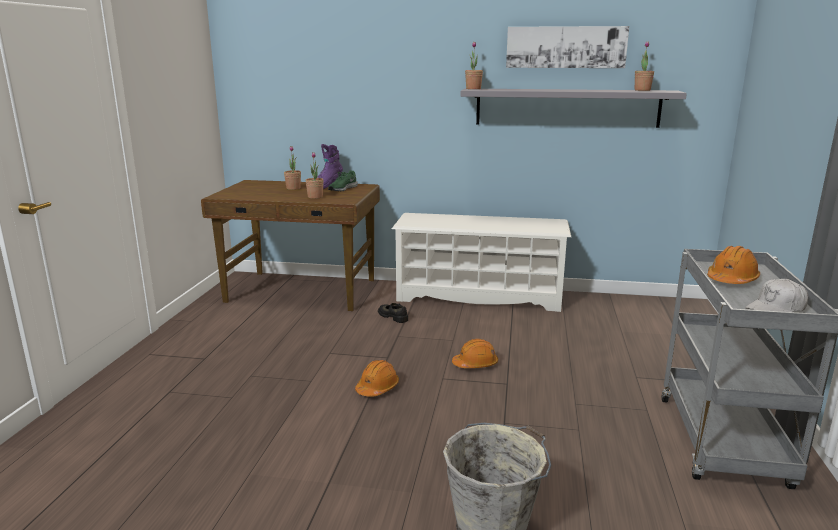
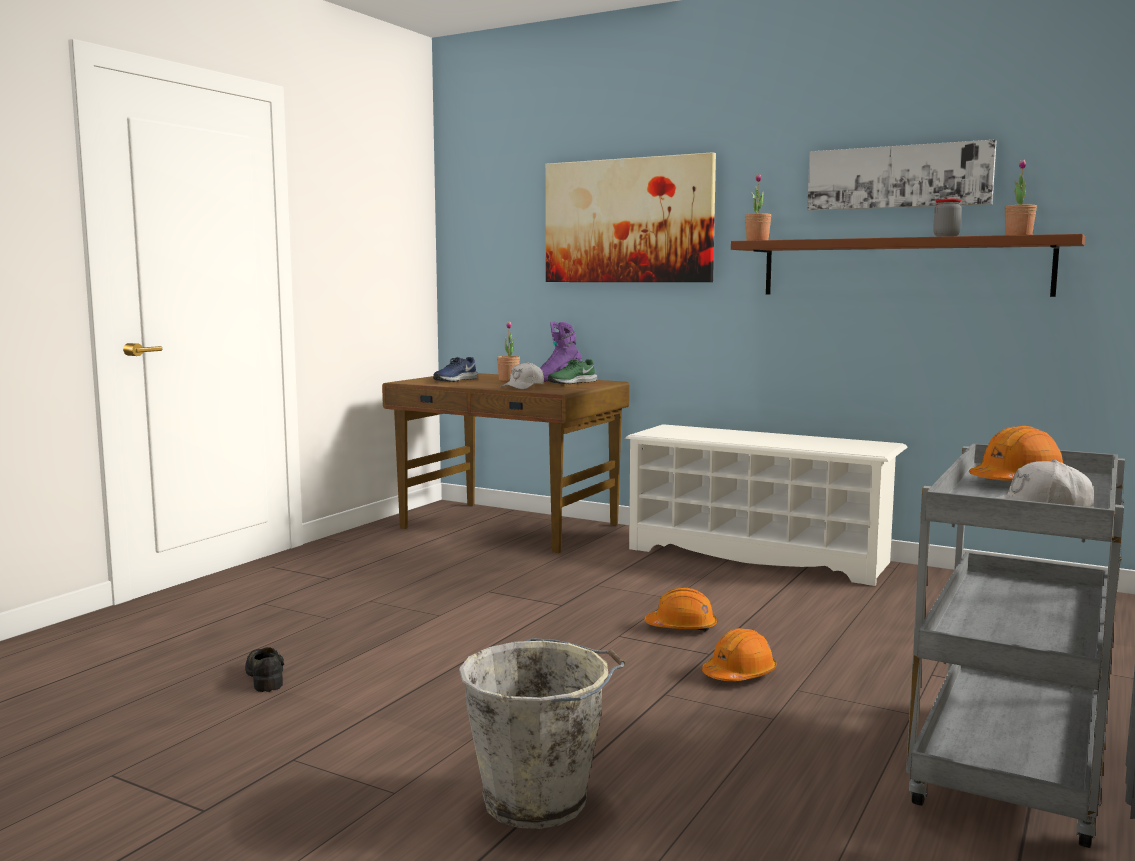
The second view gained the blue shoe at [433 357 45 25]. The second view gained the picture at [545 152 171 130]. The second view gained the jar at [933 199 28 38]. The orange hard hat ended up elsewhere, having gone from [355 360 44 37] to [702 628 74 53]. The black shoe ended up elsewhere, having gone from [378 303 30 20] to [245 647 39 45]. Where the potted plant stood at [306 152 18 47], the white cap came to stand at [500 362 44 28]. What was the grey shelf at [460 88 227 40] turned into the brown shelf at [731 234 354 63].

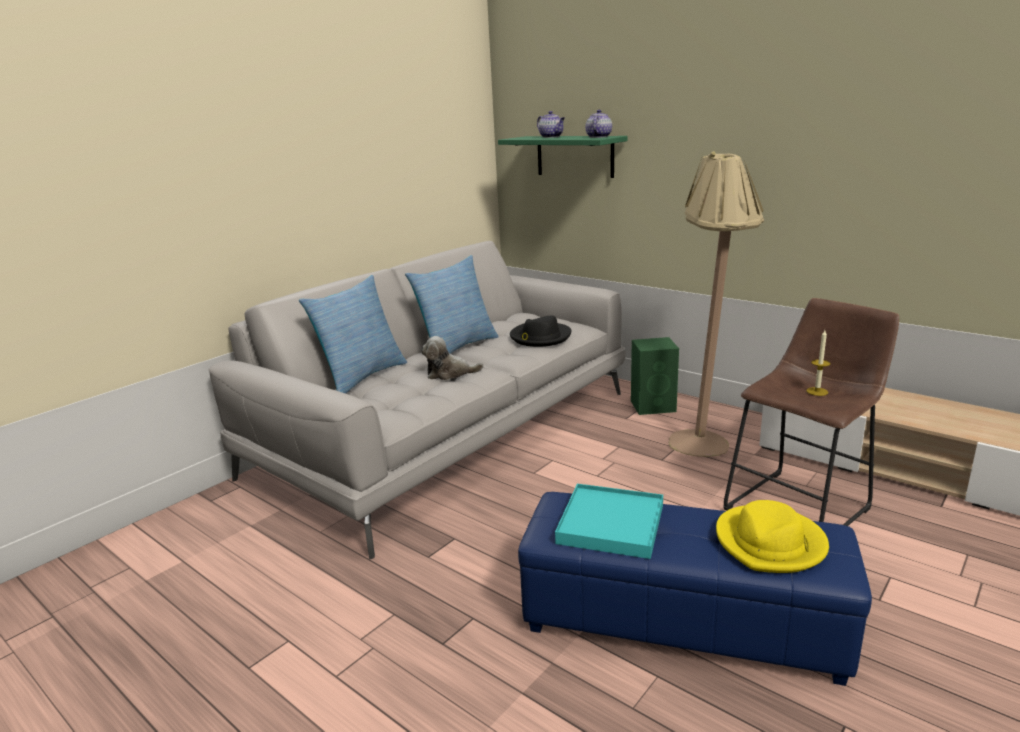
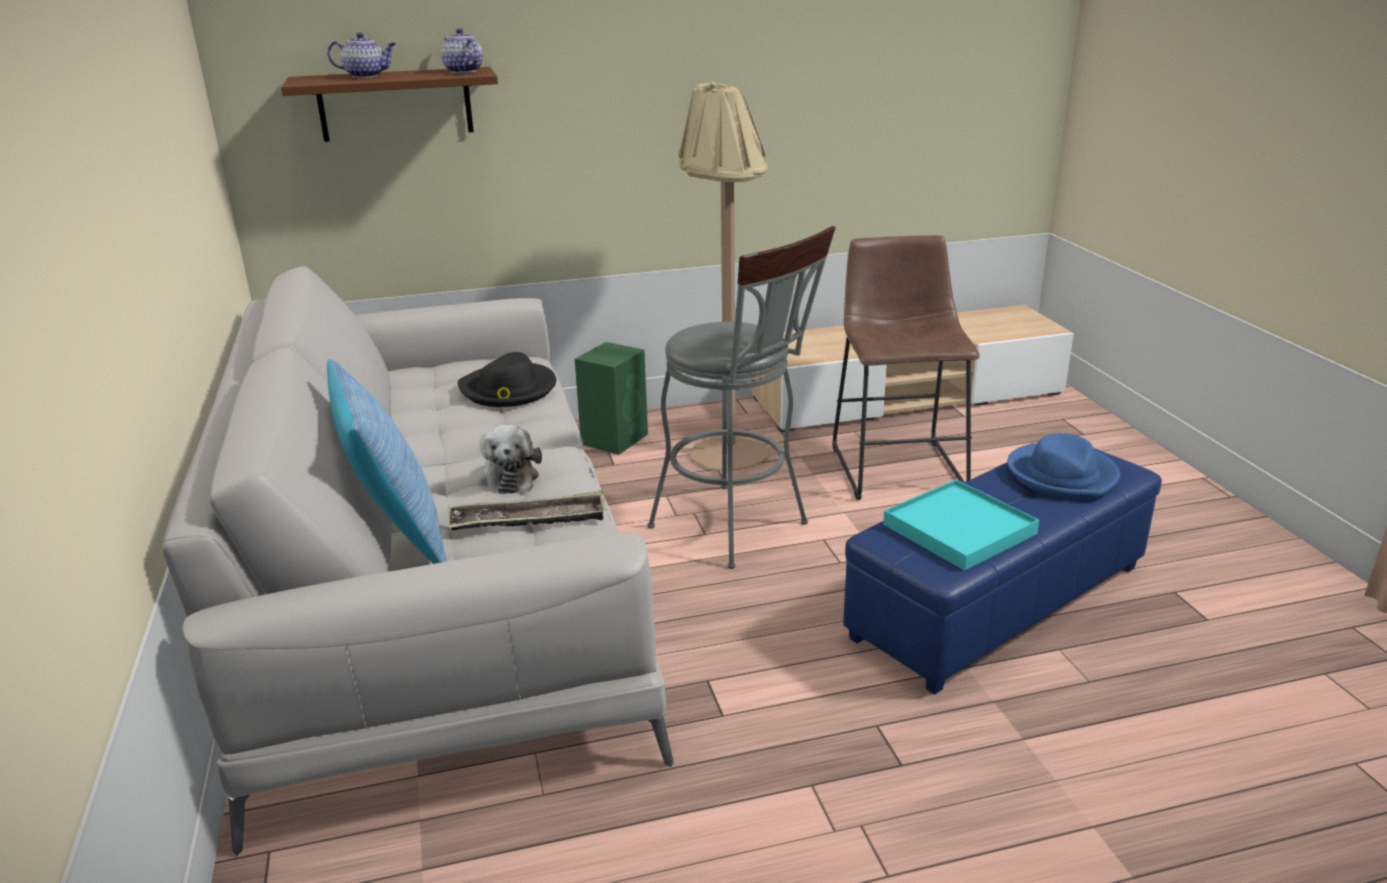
The second view lost the pillow at [405 255 94 99]. The second view lost the candle at [806 330 24 66]. The second view gained the tray at [448 491 159 39]. The second view gained the grey stool at [647 226 188 343]. What was the green shelf at [498 136 129 42] turned into the brown shelf at [281 67 217 75]. What was the yellow hat at [716 500 113 73] turned into the blue hat at [1007 433 113 66]. The plush toy at [421 336 62 44] ended up facing another way, 45 degrees counterclockwise from before.

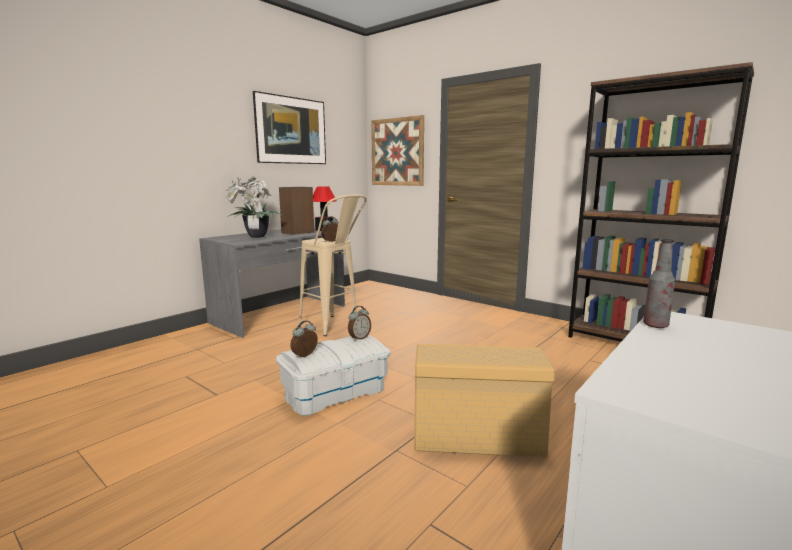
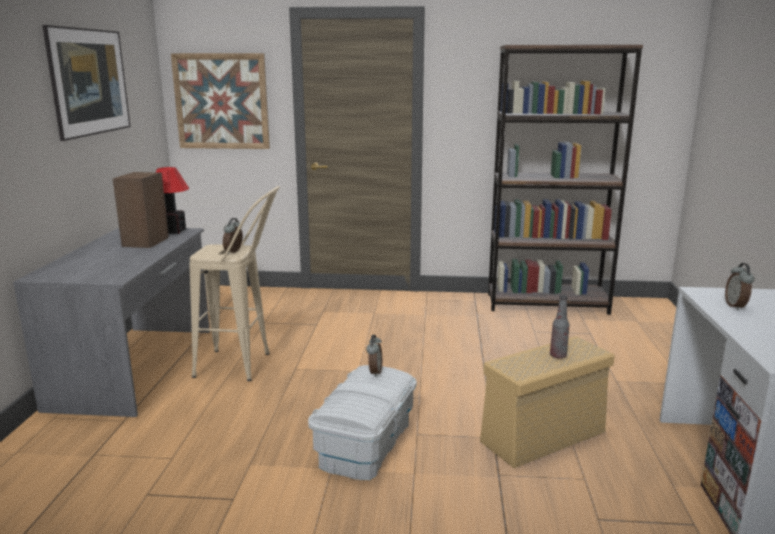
The second view lost the potted plant at [225 176 57 62]. The alarm clock ended up elsewhere, having gone from [290 320 28 38] to [725 263 29 47]. The bottle ended up elsewhere, having gone from [643 239 32 89] to [550 295 20 64].

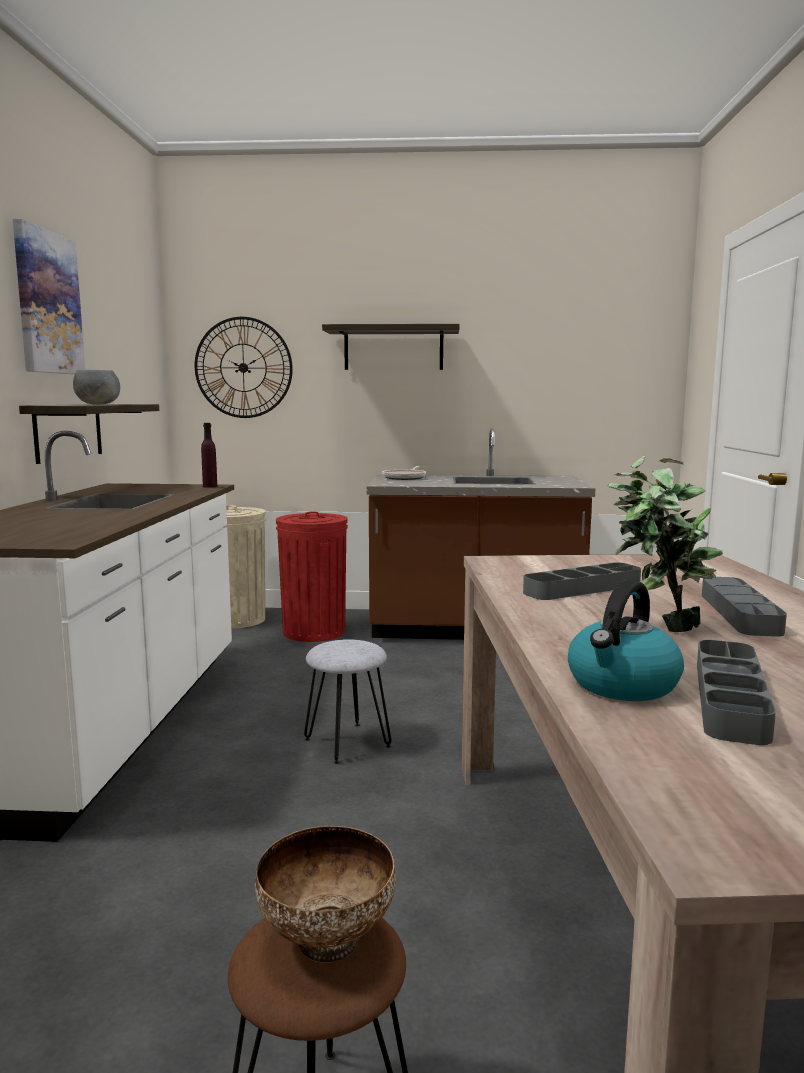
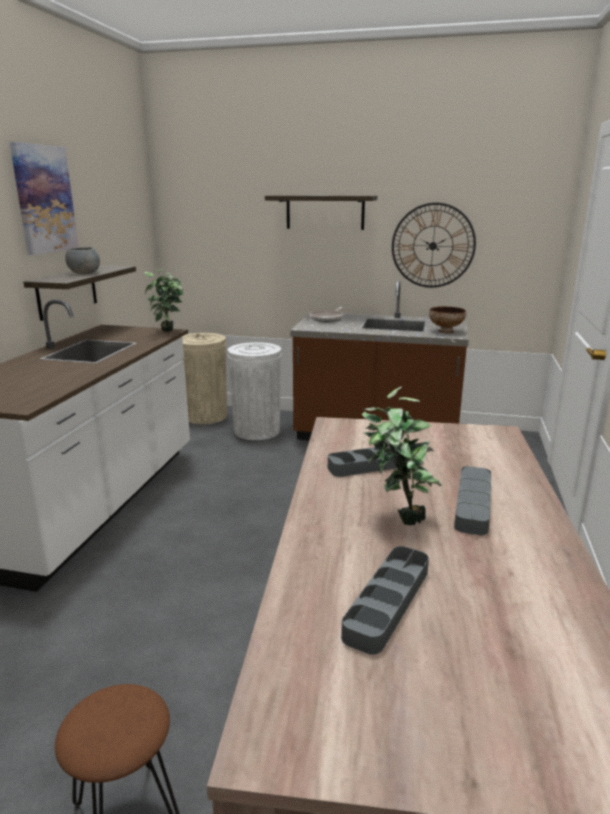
The second view lost the grey stool at [304 639 88 125]. The second view lost the kettle at [568 580 116 121]. The wall clock ended up elsewhere, having gone from [195 317 98 101] to [392 203 84 85]. The bowl ended up elsewhere, having gone from [255 826 141 137] to [429 306 37 27]. Where the purple bottle stood at [201 423 16 65], the potted plant came to stand at [143 270 41 62]. What was the red trash can at [276 511 72 131] turned into the white trash can at [228 342 53 98].

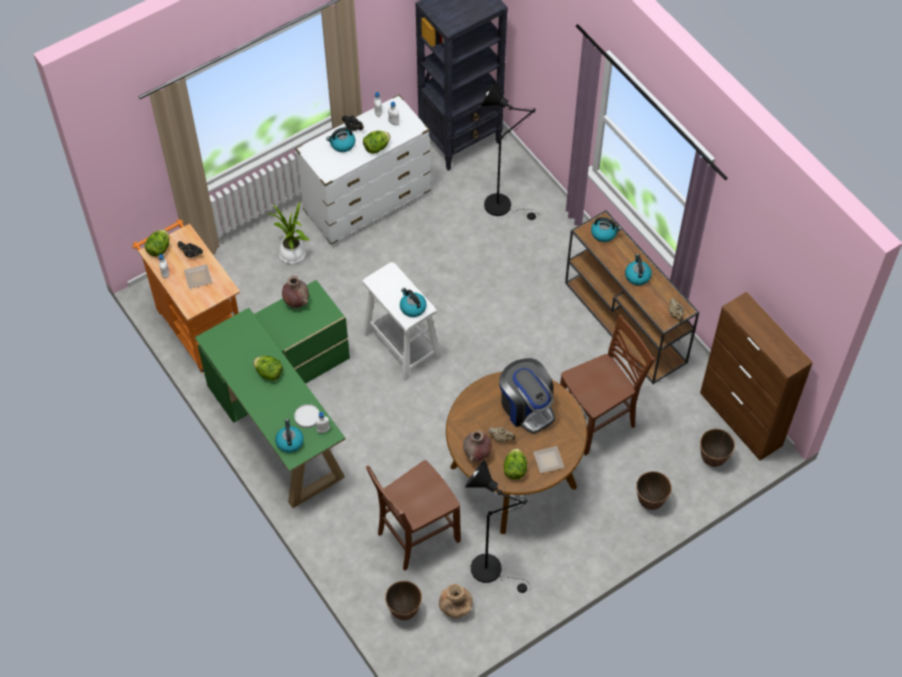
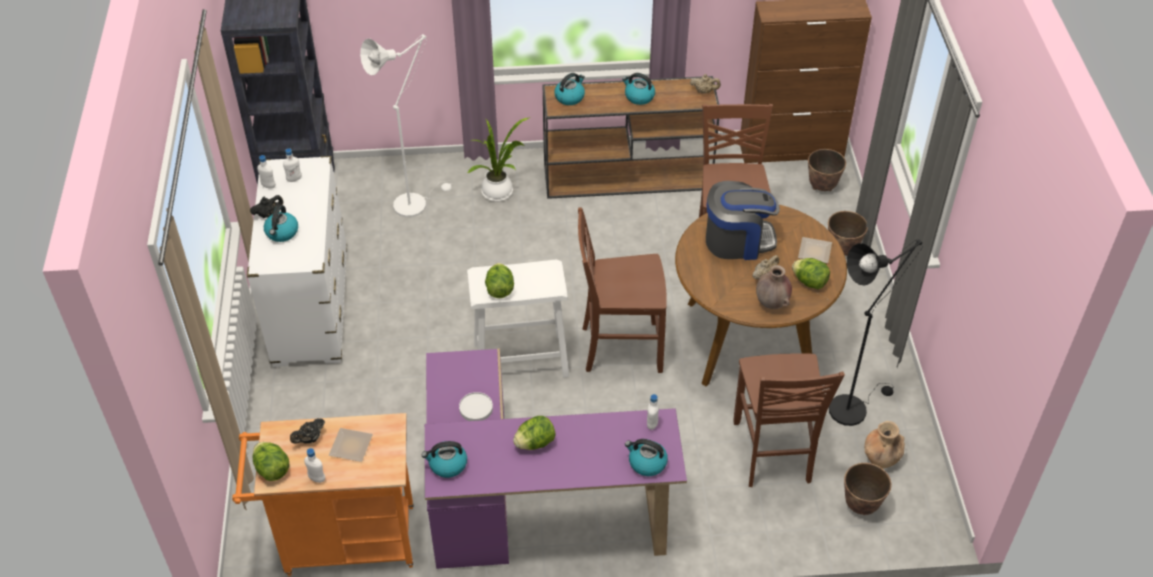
The second view lost the brown vase at [282 276 27 32]. The second view gained the brown chair at [578 208 89 165]. The potted plant ended up elsewhere, having gone from [268 202 42 62] to [467 118 62 84]. The white plate ended up elsewhere, having gone from [294 404 25 24] to [459 392 34 29]. The lettuce ended up elsewhere, having gone from [363 131 27 23] to [485 263 29 35]. The kettle ended up elsewhere, having gone from [400 288 27 29] to [422 441 45 37]. What was the green desk at [195 280 155 228] turned into the purple desk at [425 348 262 221]. What was the black floor lamp at [481 81 58 139] turned into the white floor lamp at [360 34 92 183].

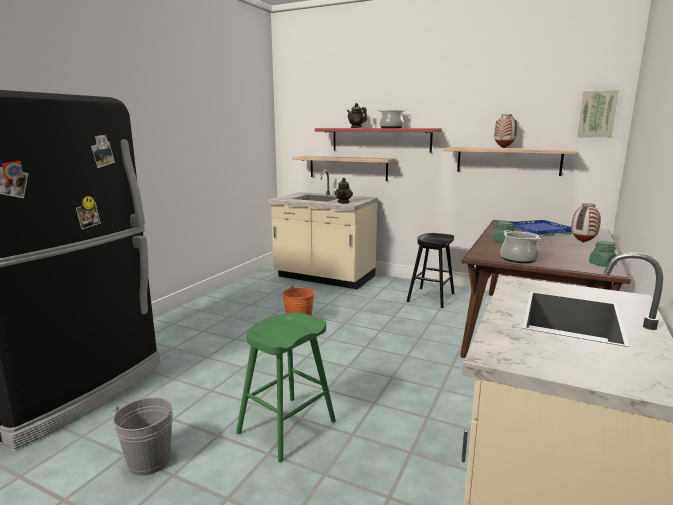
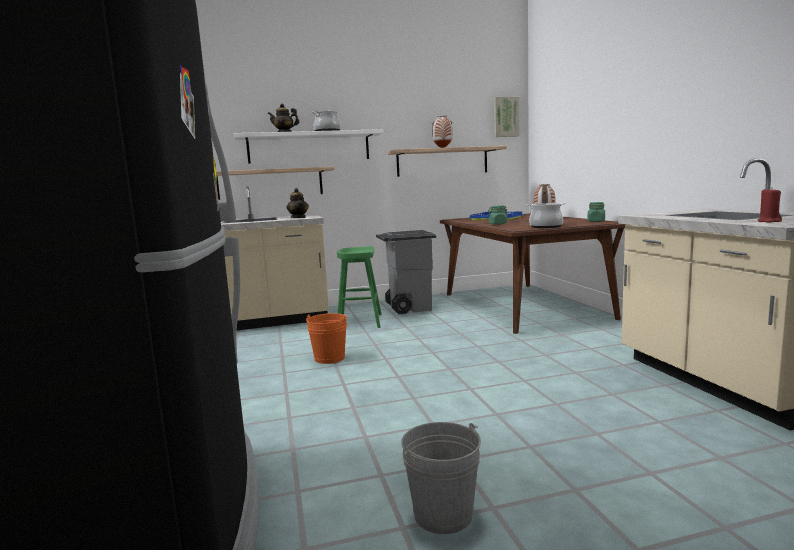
The second view gained the red candle at [757 187 25 36]. The green stool ended up elsewhere, having gone from [236 312 100 150] to [337 246 44 82]. Where the black stool stood at [407 233 47 75], the grey trash can came to stand at [376 230 60 84]. What was the red shelf at [315 128 127 25] turned into the white shelf at [233 129 151 35].

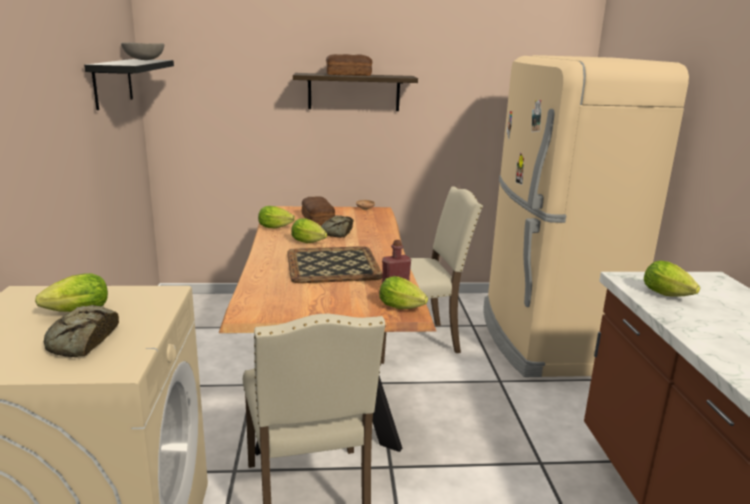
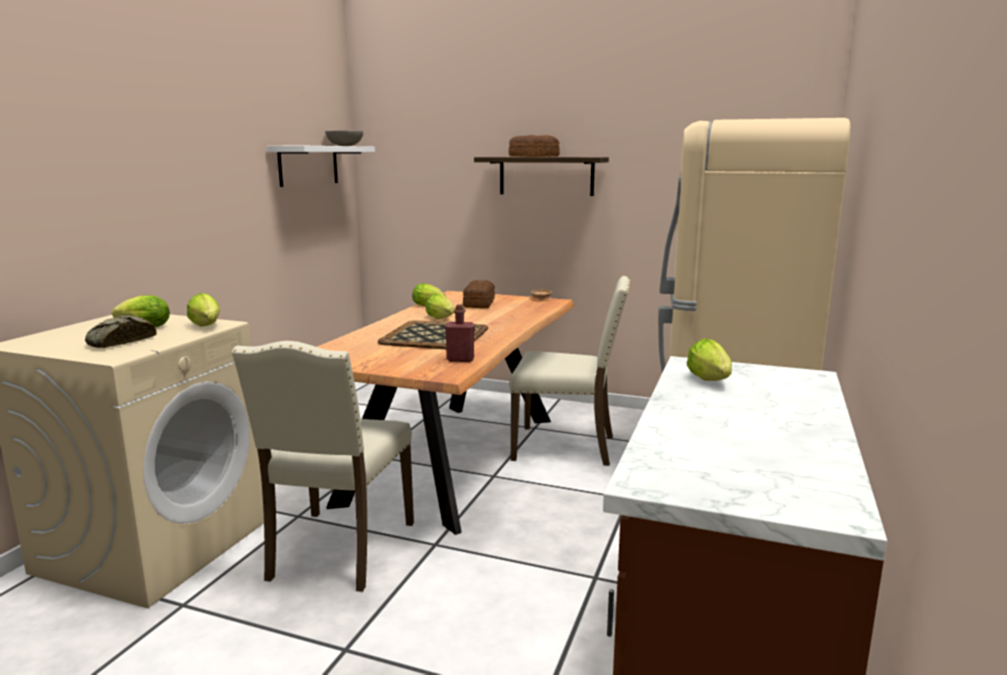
The second view lost the bread at [321 215 32 23]. The lettuce ended up elsewhere, having gone from [379 276 49 33] to [187 293 34 34]. What was the black shelf at [84 59 90 51] turned into the white shelf at [267 146 108 41].

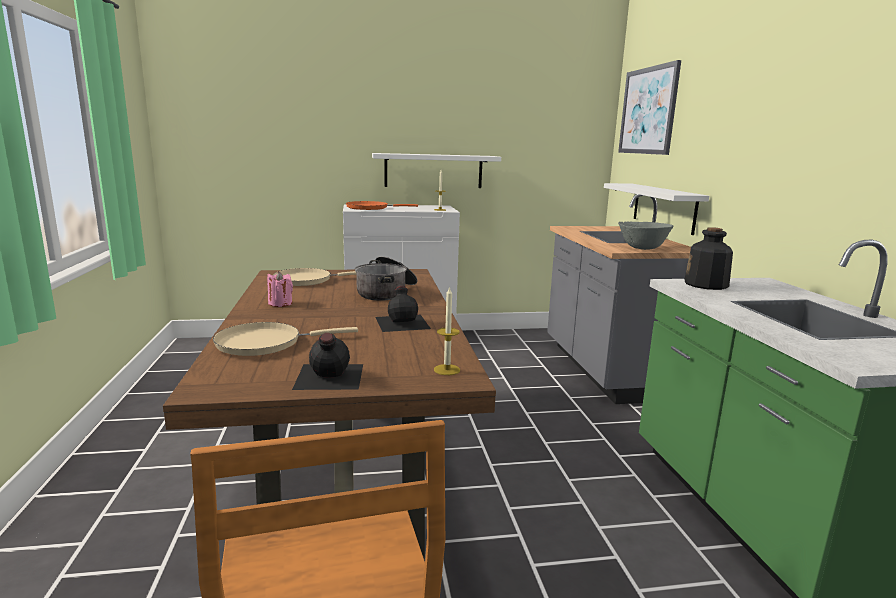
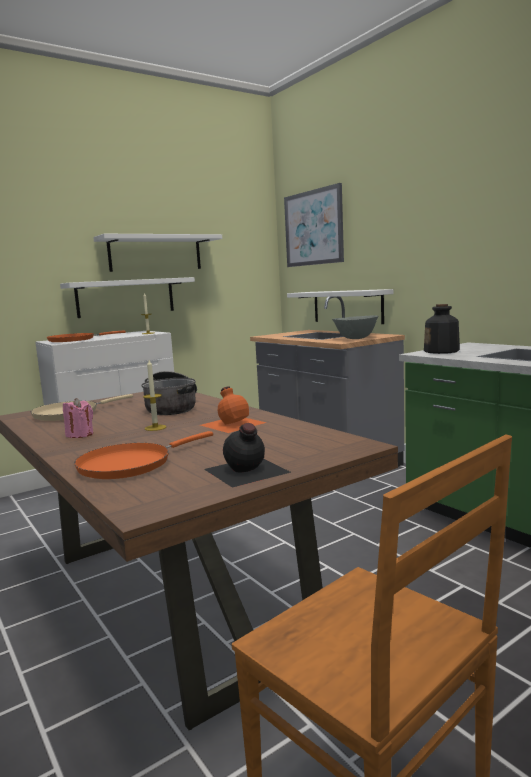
The second view gained the white shelf at [93 234 129 38]. The candle ended up elsewhere, having gone from [434 286 26 89] to [143 360 23 71]. What was the beige frying pan at [213 322 145 34] turned into the orange frying pan at [74 431 139 48]. What was the black bottle at [376 286 55 46] turned into the orange bottle at [200 386 66 47].

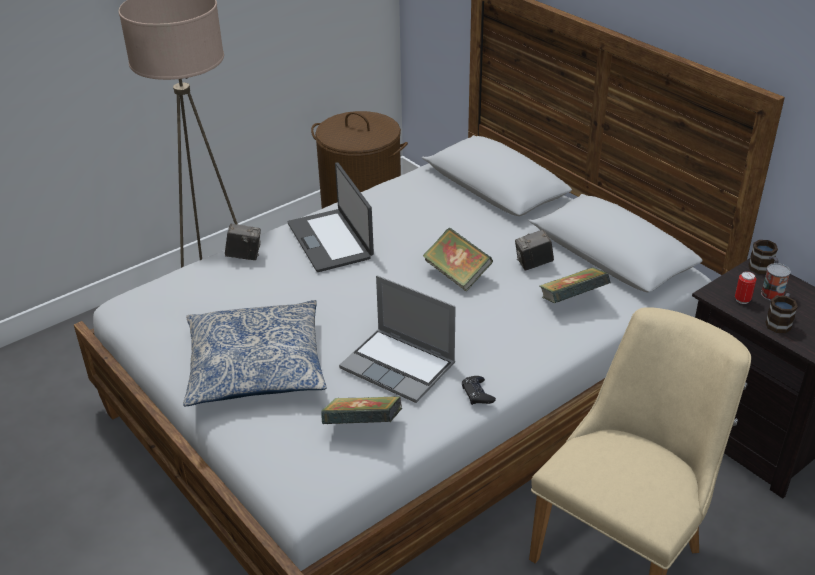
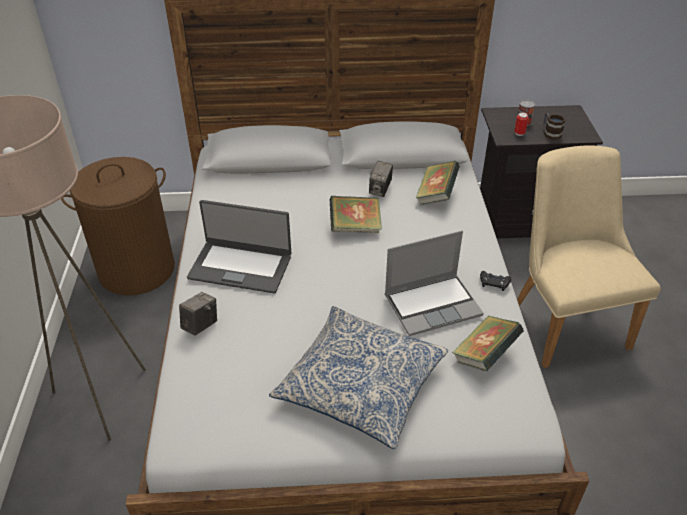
The second view lost the mug at [748 240 31 34].

